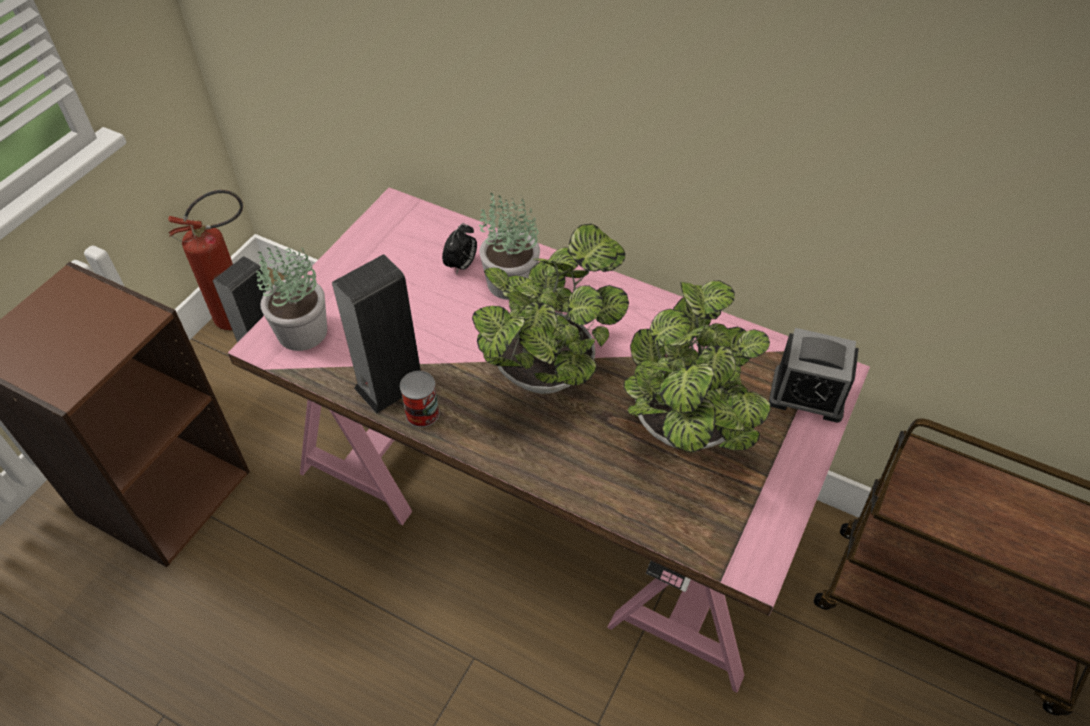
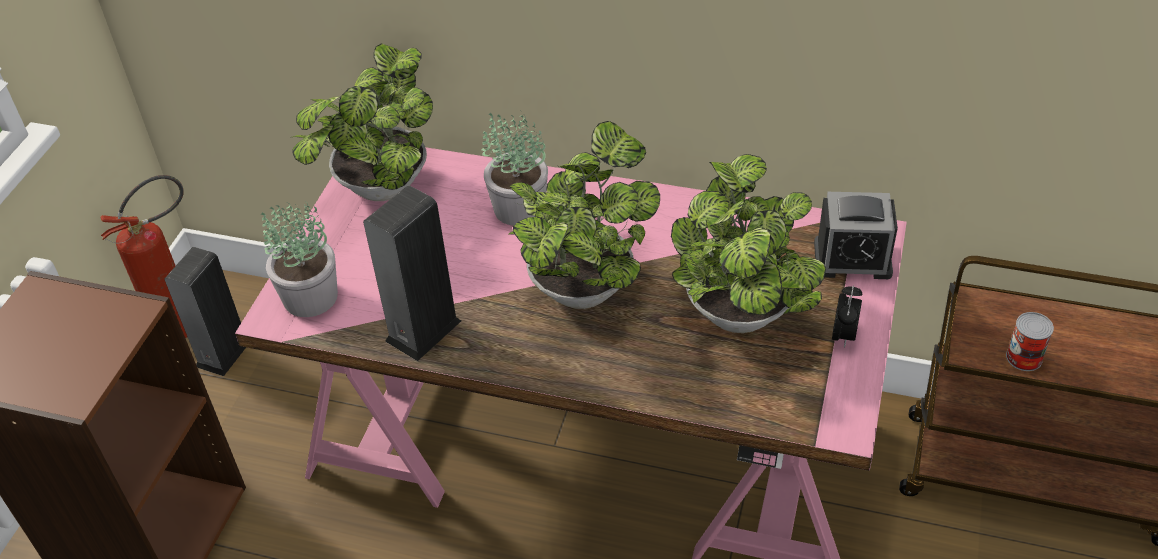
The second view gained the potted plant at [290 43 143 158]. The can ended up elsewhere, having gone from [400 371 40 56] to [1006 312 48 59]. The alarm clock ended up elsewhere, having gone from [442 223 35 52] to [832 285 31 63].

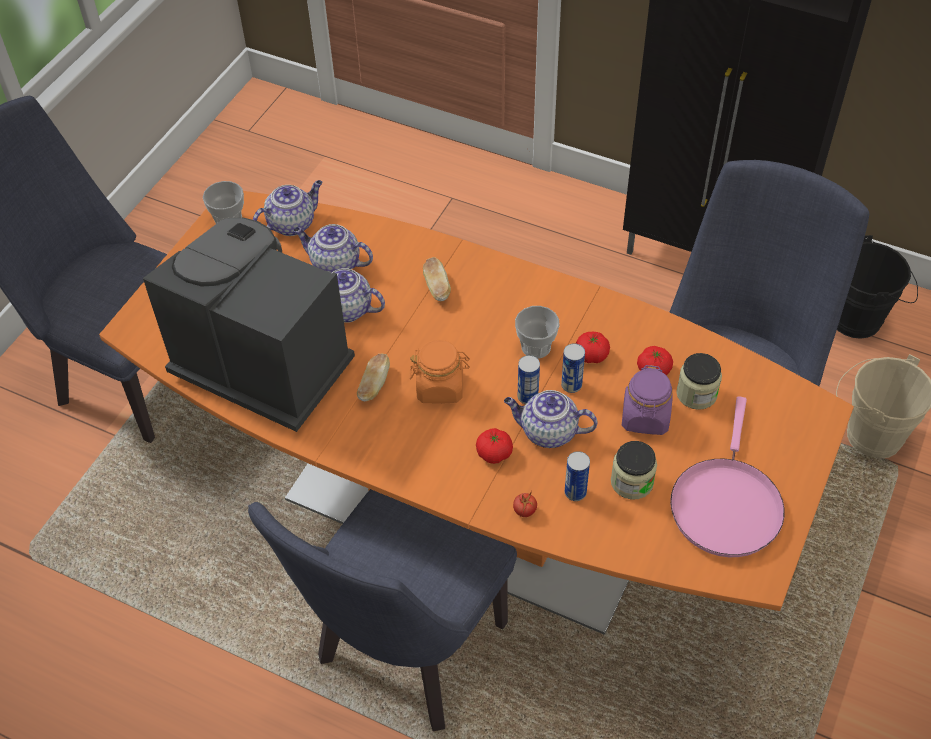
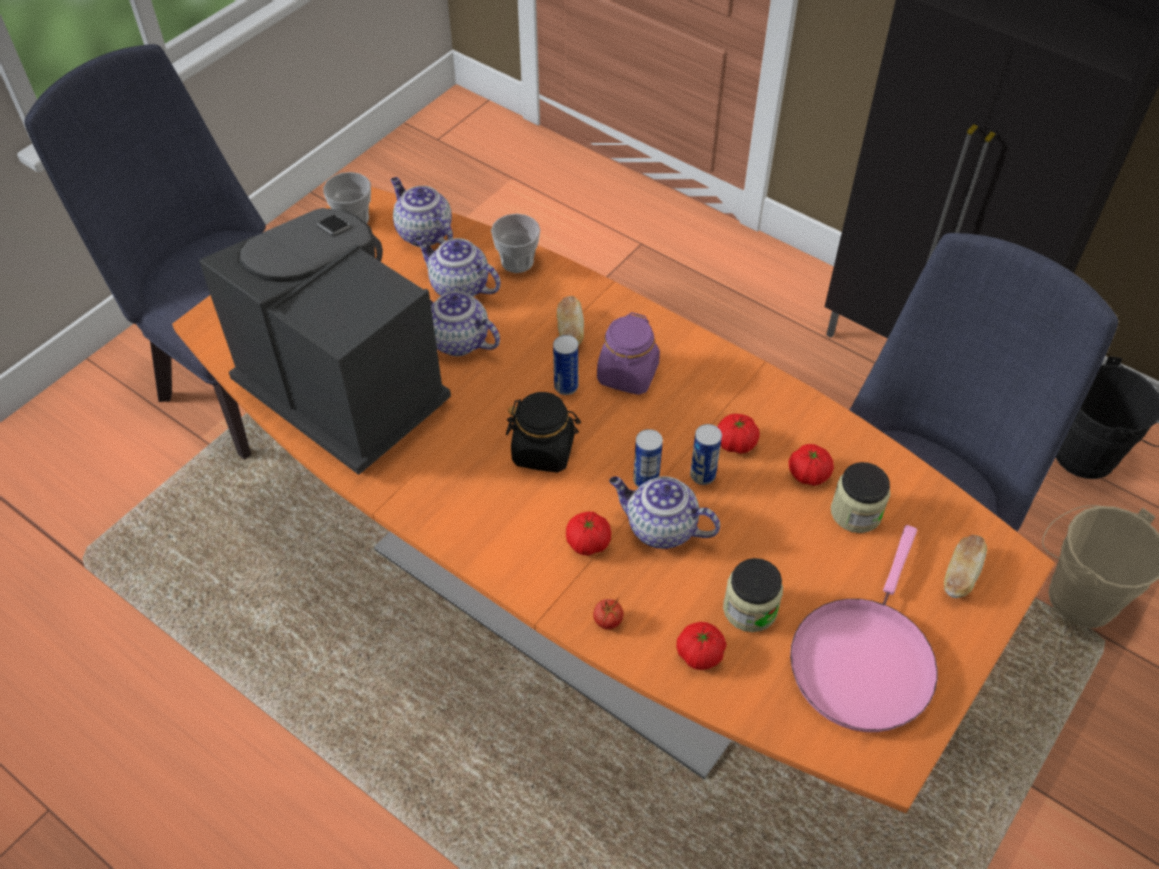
The second view lost the blue chair at [248 489 269 242]. The second view gained the tomato at [676 622 51 48]. The bread ended up elsewhere, having gone from [357 354 33 47] to [944 535 43 63]. The cup ended up elsewhere, having gone from [515 306 45 53] to [491 214 49 59]. The can ended up elsewhere, having gone from [565 451 25 50] to [553 335 25 60]. The purple jar ended up elsewhere, having gone from [622 365 50 70] to [597 312 63 83]. What was the orange jar at [409 340 61 64] turned into the black jar at [506 392 75 81]. The teapot at [253 180 70 56] ended up facing another way, 105 degrees counterclockwise from before.

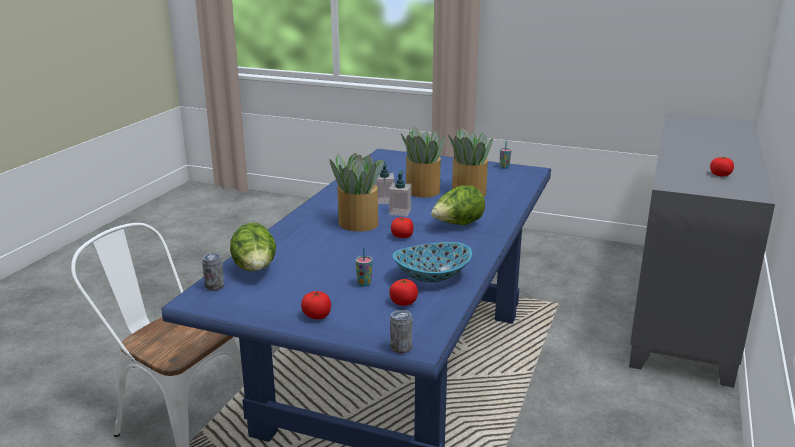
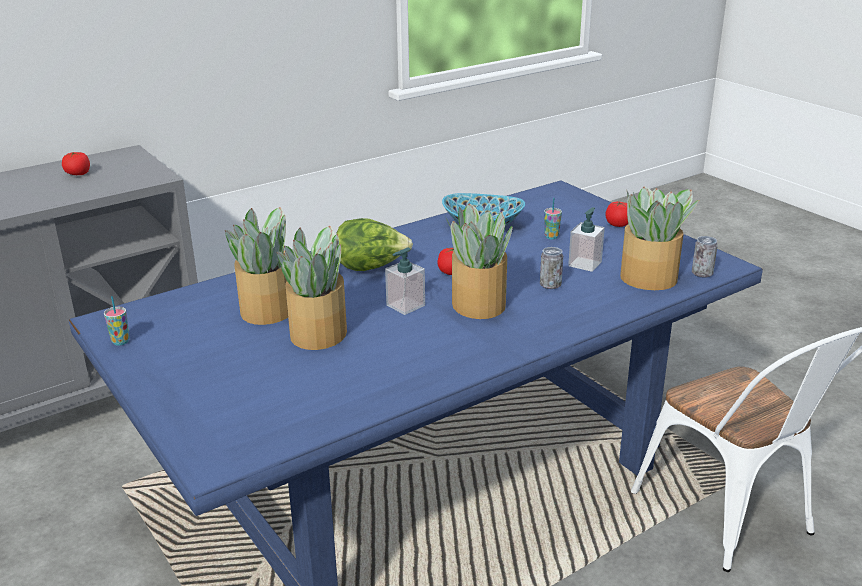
The second view lost the tomato at [389 279 29 27]. The soap dispenser ended up elsewhere, having gone from [375 161 19 43] to [568 207 37 65]. The can ended up elsewhere, having gone from [390 310 22 44] to [540 247 23 42]. Where the lettuce stood at [230 223 46 48], the potted plant came to stand at [620 187 79 103].

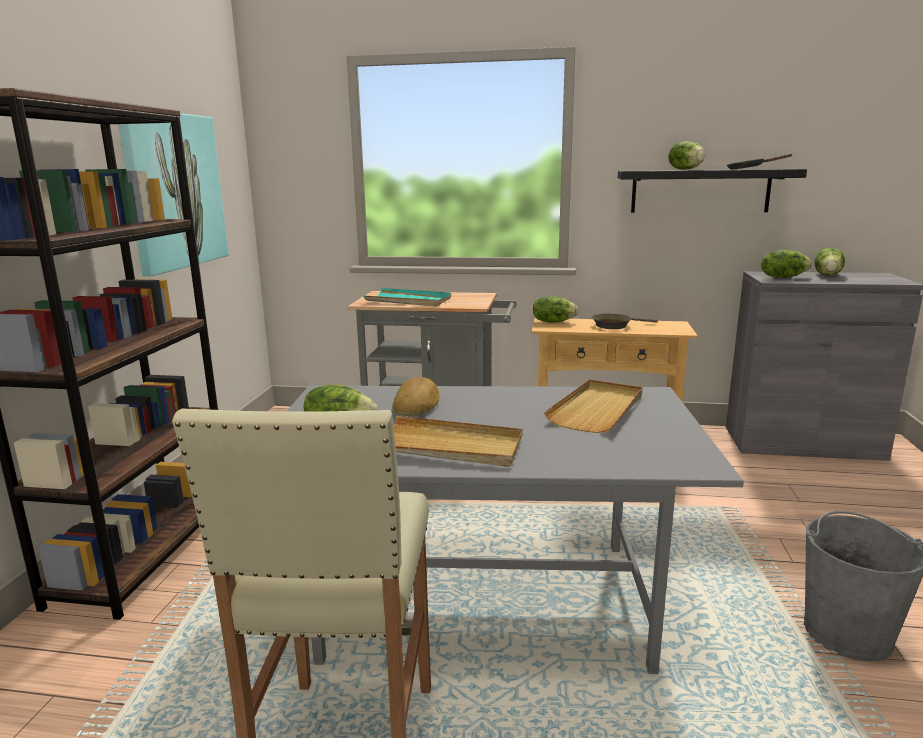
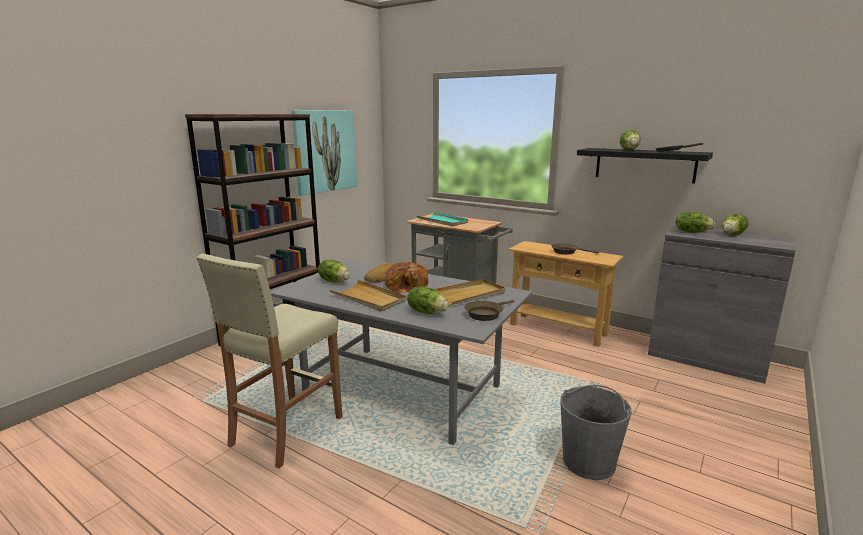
The second view gained the bread at [385 262 43 31]. The second view gained the brown frying pan at [464 300 50 21]. The lettuce ended up elsewhere, having gone from [533 296 45 27] to [407 286 42 28].

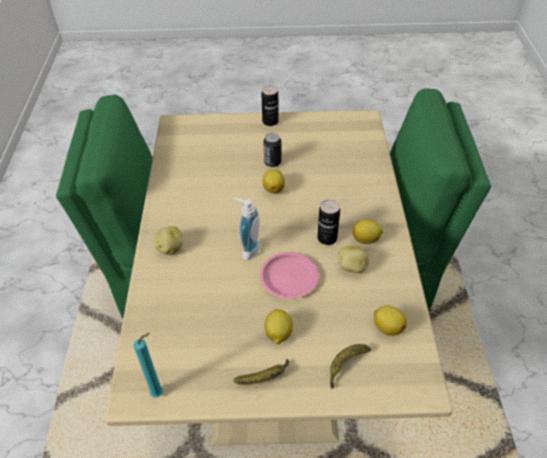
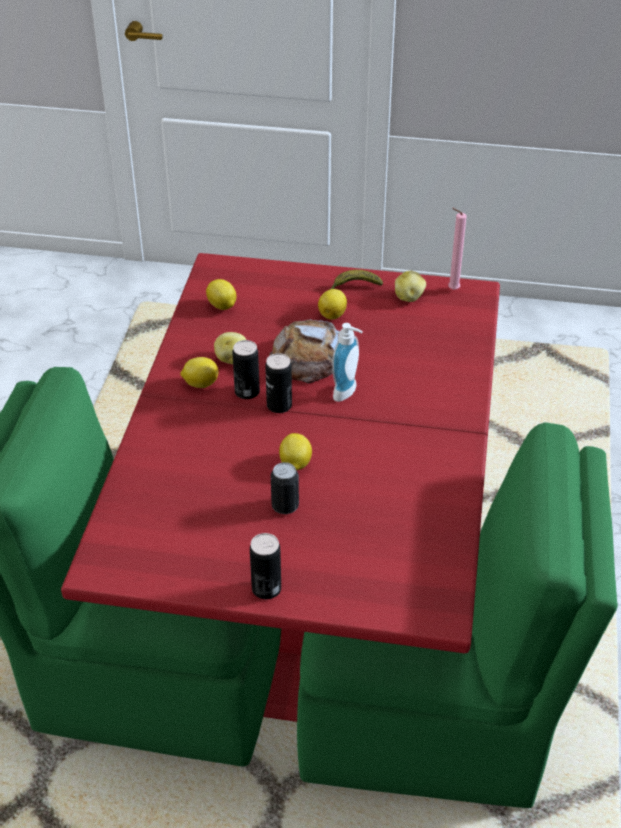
The second view lost the banana at [330 344 41 45]. The second view gained the can at [265 353 27 60]. The potato ended up elsewhere, having gone from [154 226 28 29] to [395 271 31 31]. Where the pink plate stood at [260 252 59 47], the bread came to stand at [269 319 70 65]. What was the beige dining table at [105 110 348 336] turned into the red dining table at [61 253 439 469]. What was the turquoise candle at [133 333 30 64] turned into the pink candle at [448 208 19 82].

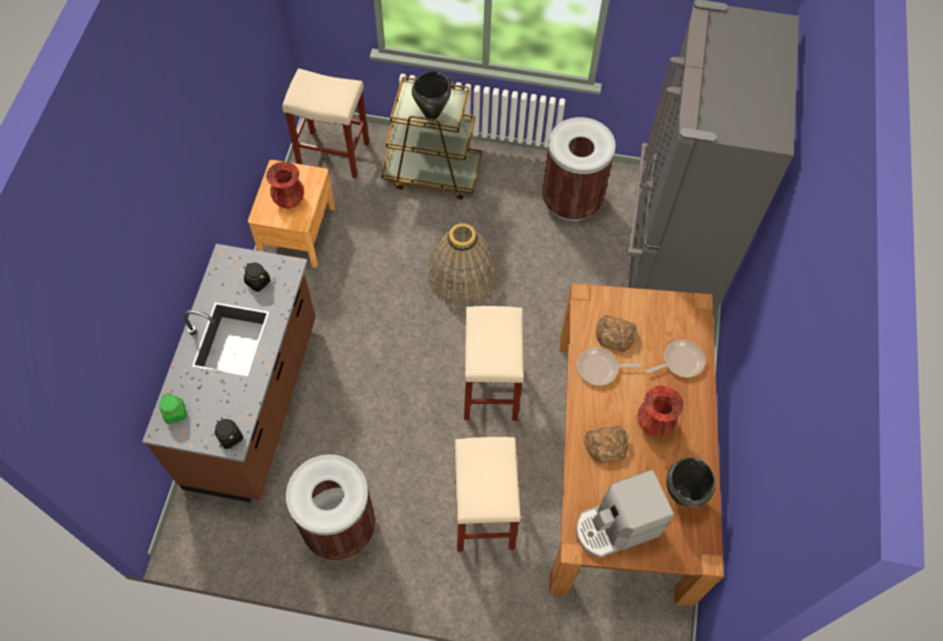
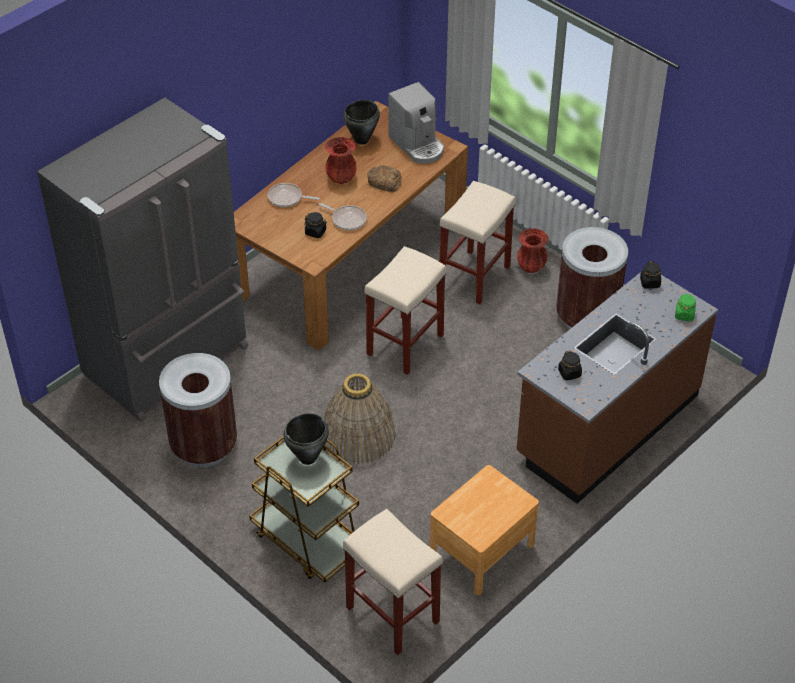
The red vase ended up elsewhere, having gone from [266 161 38 48] to [517 228 31 45]. Where the bread stood at [596 315 42 37], the black jar came to stand at [304 212 23 26]. The coffee machine at [576 470 98 88] ended up facing another way, 45 degrees clockwise from before.

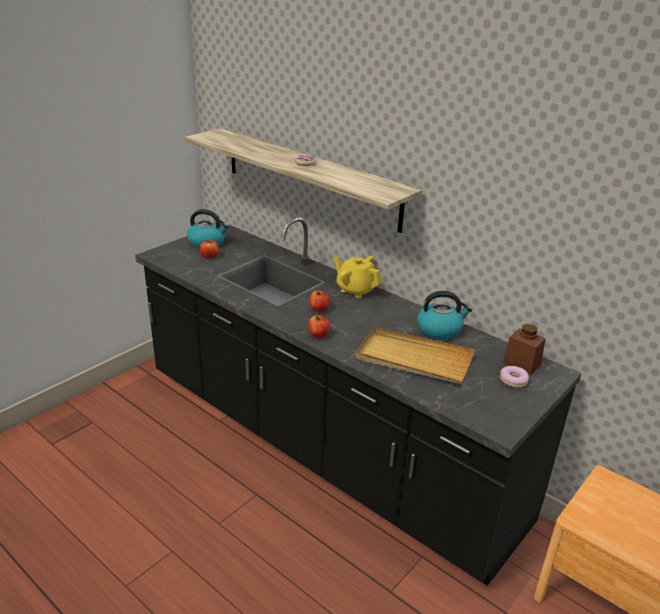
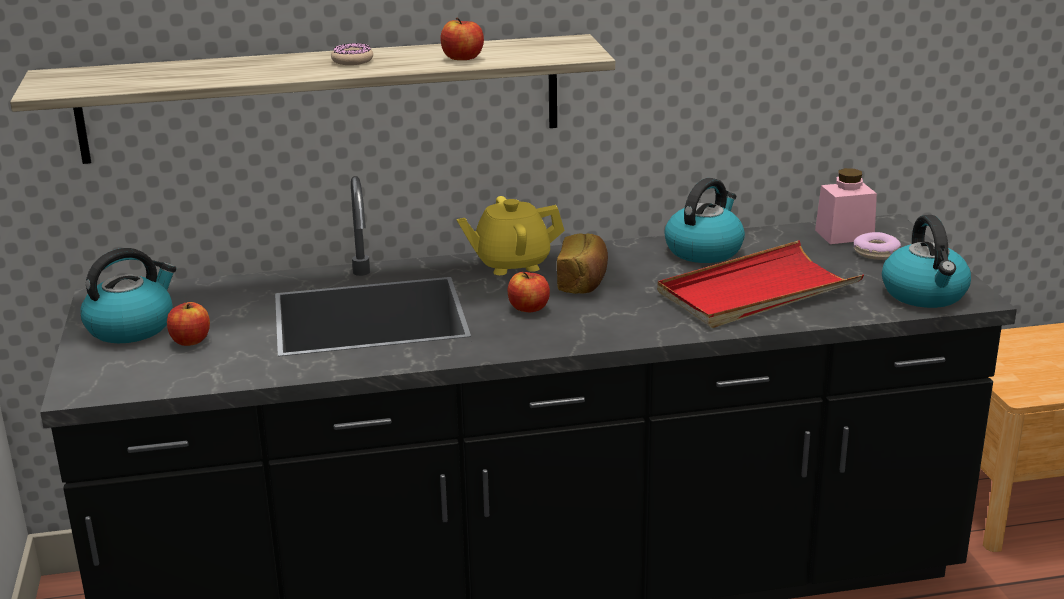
The second view gained the bread at [557 233 51 61]. The second view gained the kettle at [882 215 89 93]. The apple ended up elsewhere, having gone from [308 315 22 23] to [440 18 44 42]. What was the beige tray at [356 327 119 57] turned into the red tray at [657 240 207 88]. What was the brown jar at [503 324 43 51] turned into the pink jar at [815 168 62 76].

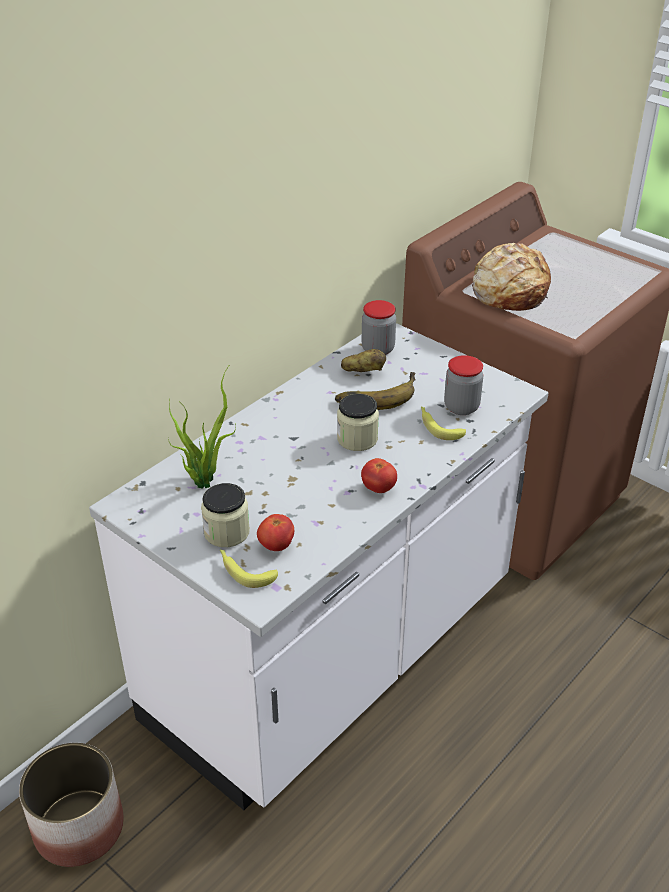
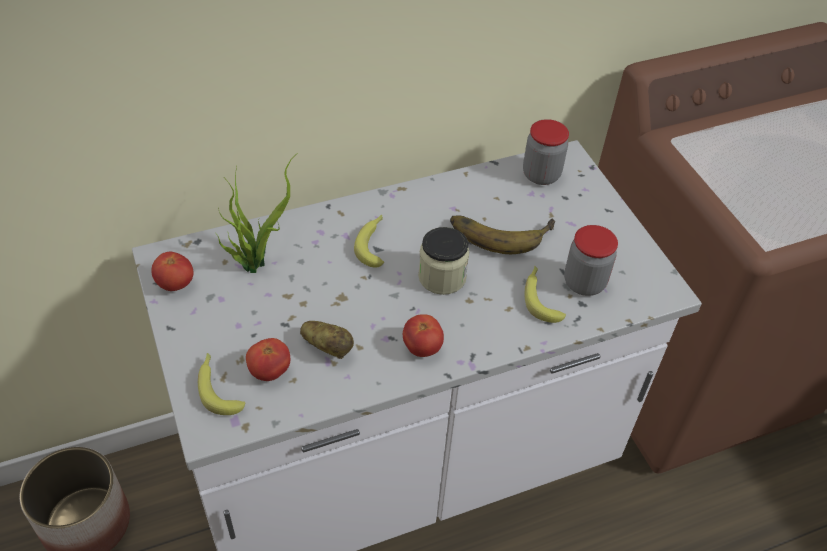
The second view lost the jar at [201 483 49 64]. The second view lost the bread at [472 243 79 68]. The second view gained the tomato at [151 252 42 39]. The second view gained the banana at [354 214 30 54]. The potato ended up elsewhere, having gone from [341 349 45 23] to [300 321 54 38].

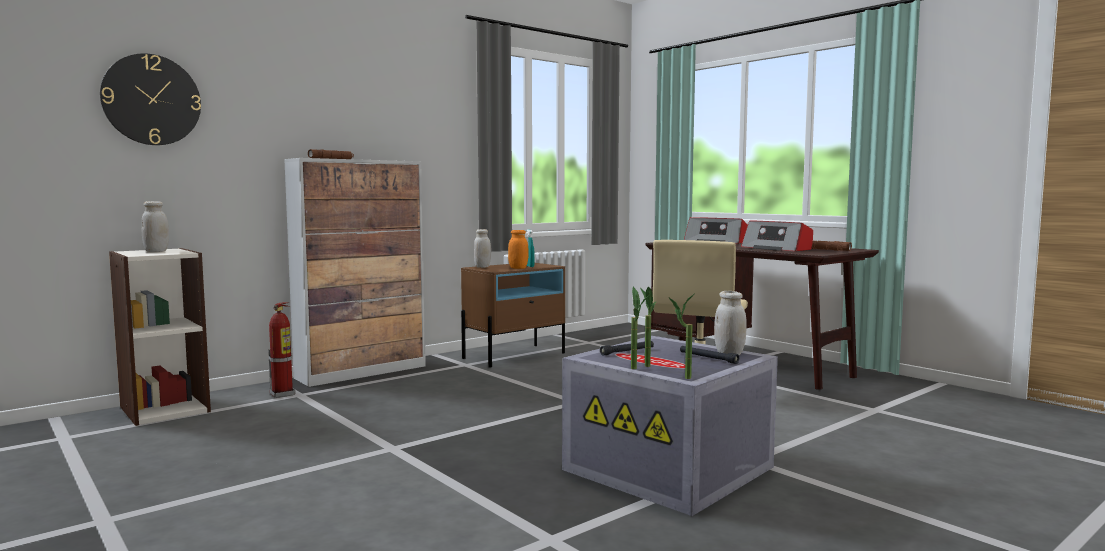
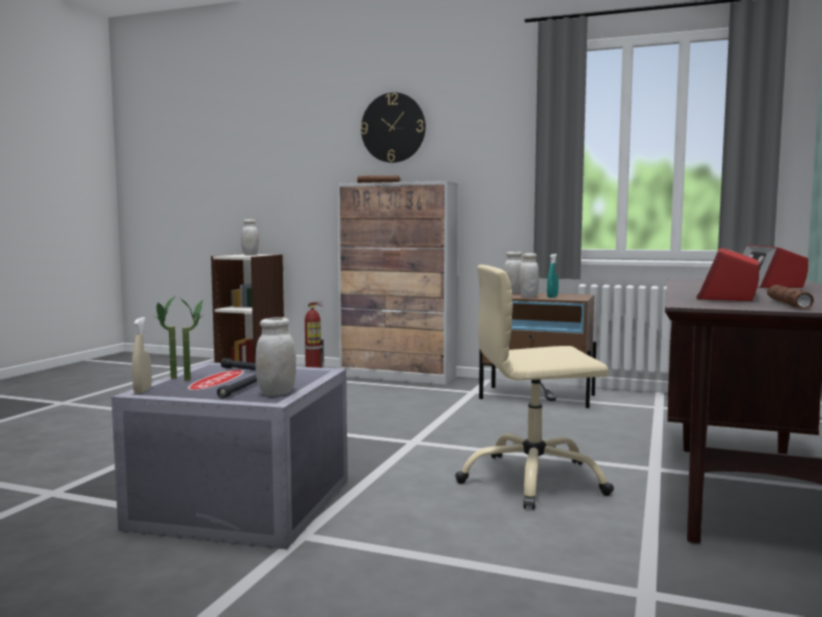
The wall clock ended up elsewhere, having gone from [100 53 101 92] to [361 92 65 71]. Where the potted plant stood at [669 294 25 85], the beige spray bottle came to stand at [132 317 20 76]. What was the orange jar at [508 230 20 39] turned into the white jar at [519 253 20 45].

